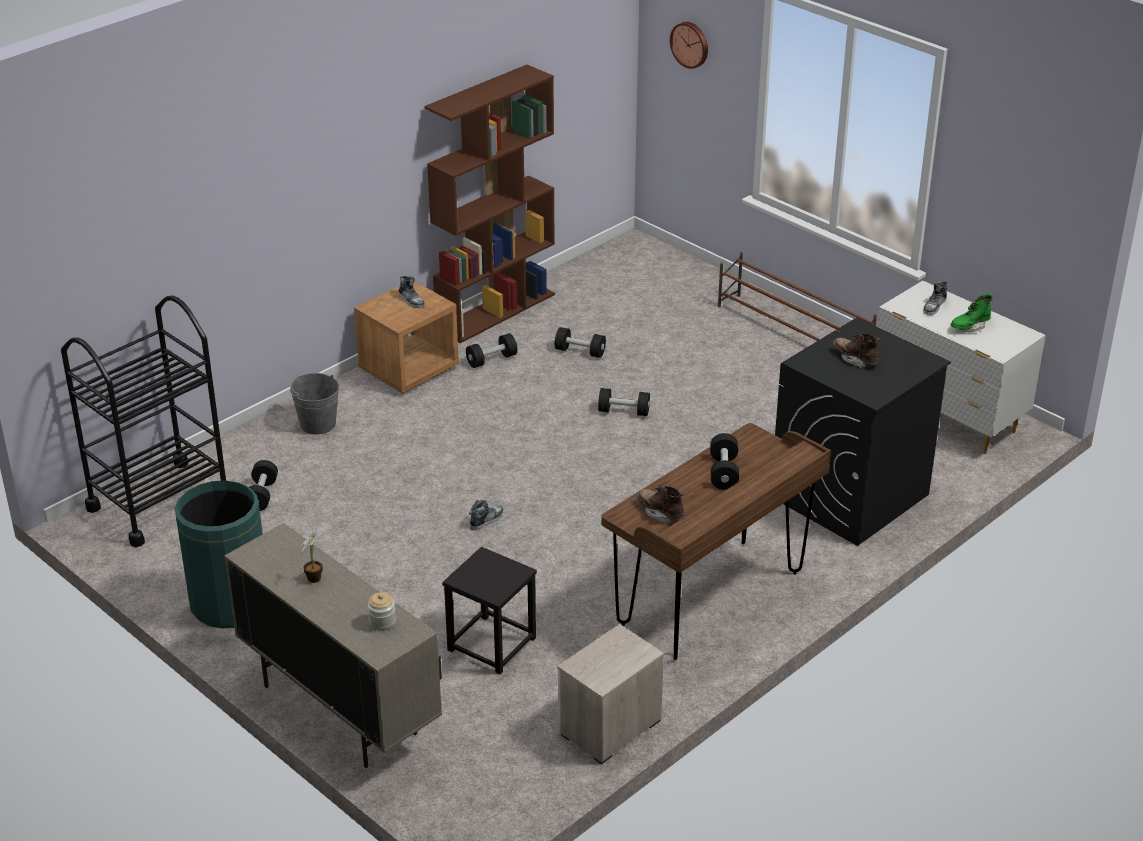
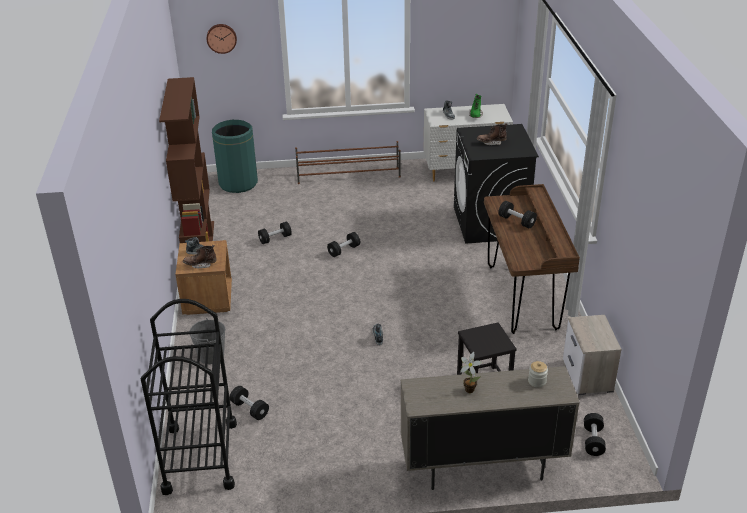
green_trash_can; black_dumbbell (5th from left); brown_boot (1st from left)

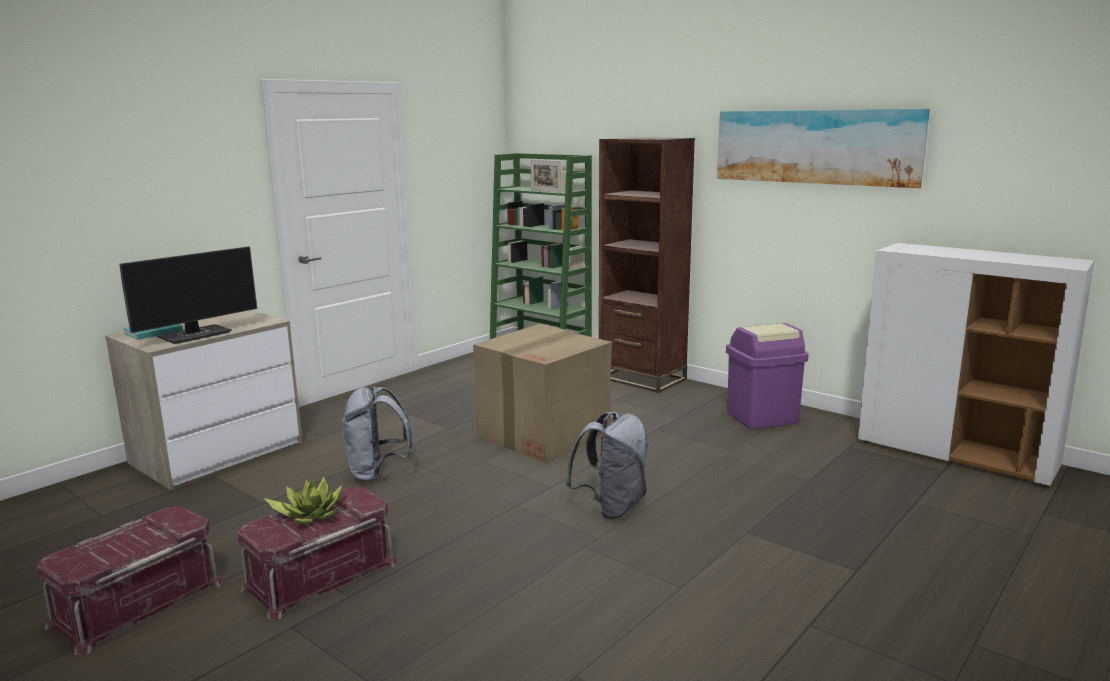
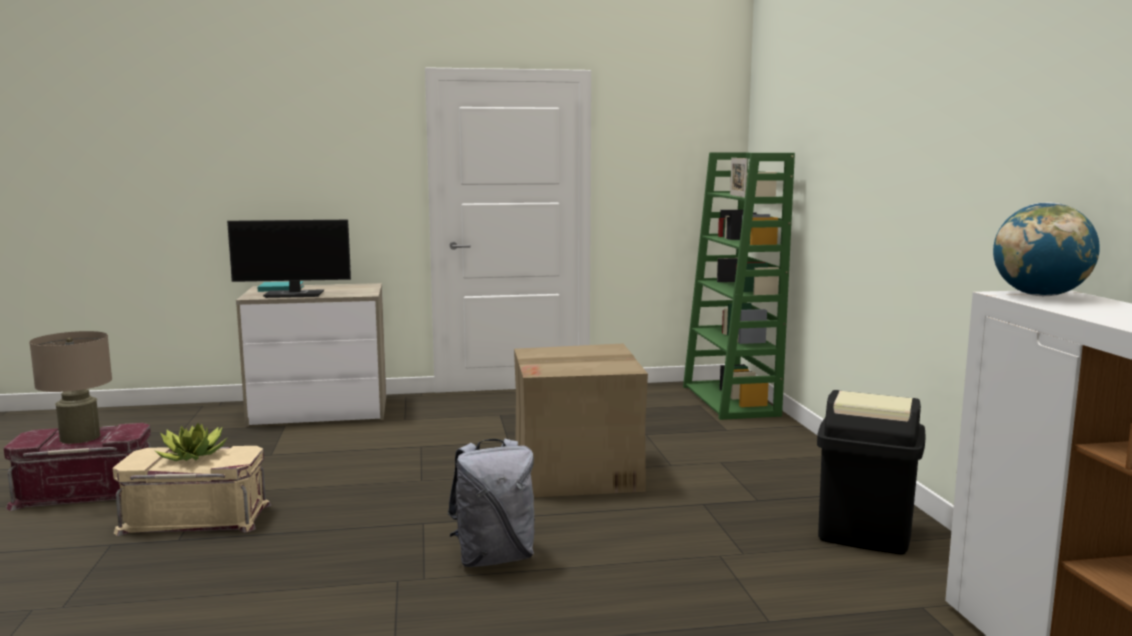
grey_backpack (1st from left in the first image); brown_bookcase; picture; beige_table_lamp; globe; beige_storage_box; black_trash_can

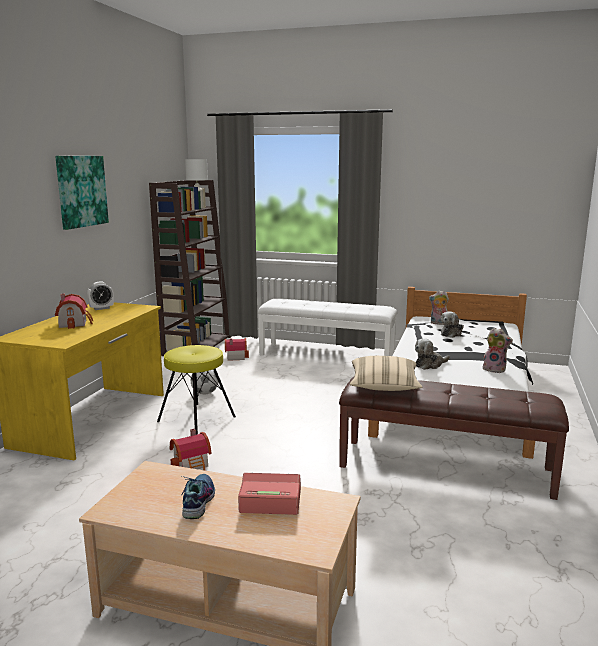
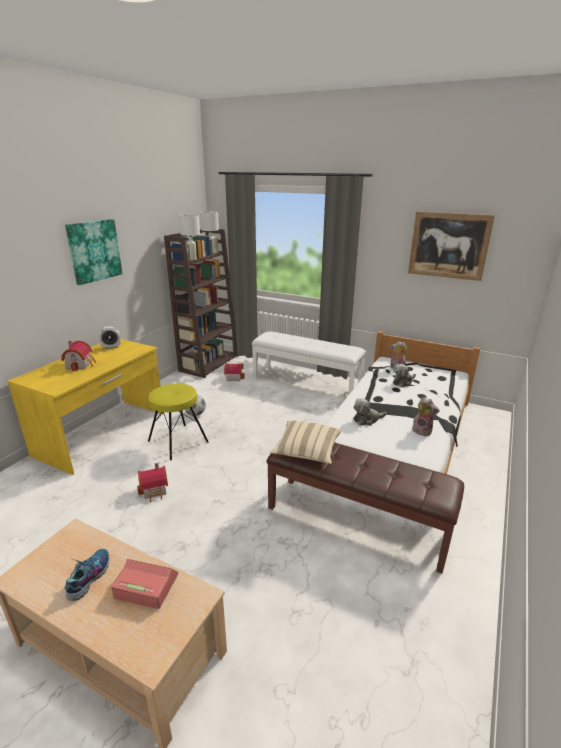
white_table_lamp (1st from left); picture (2nd from left)

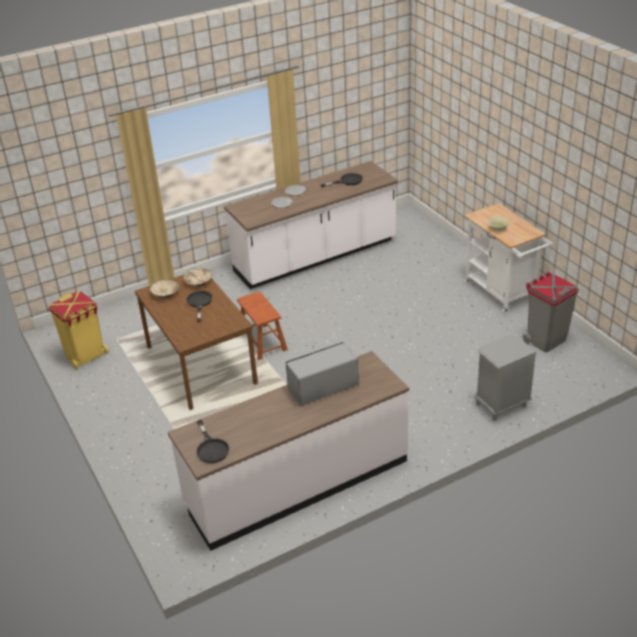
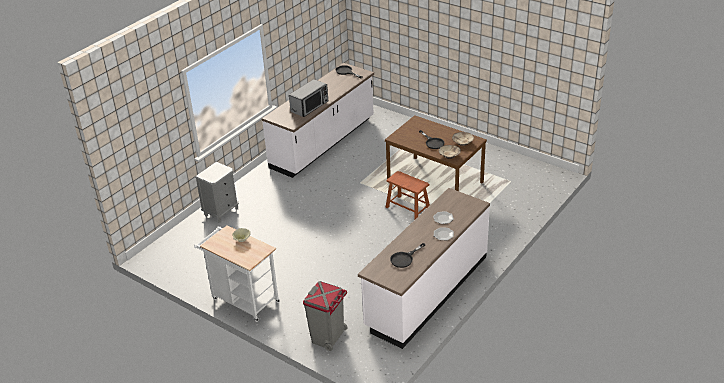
yellow_trash_can; grey_trash_can

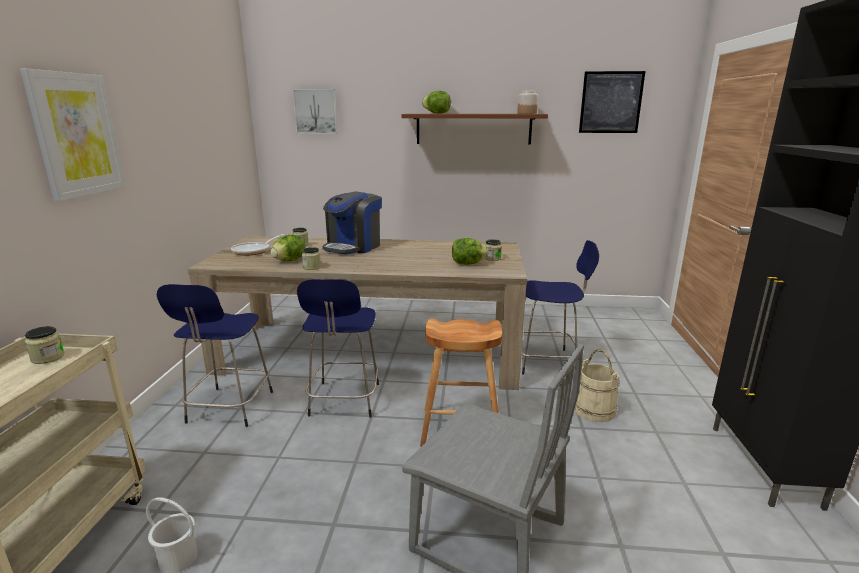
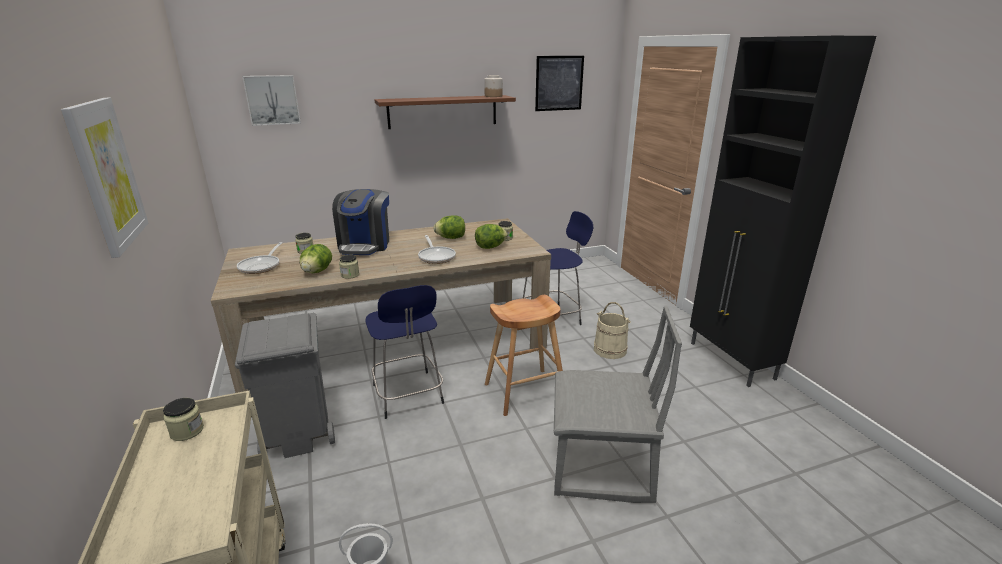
frying_pan (2nd from left); lettuce (2nd from left); grey_trash_can

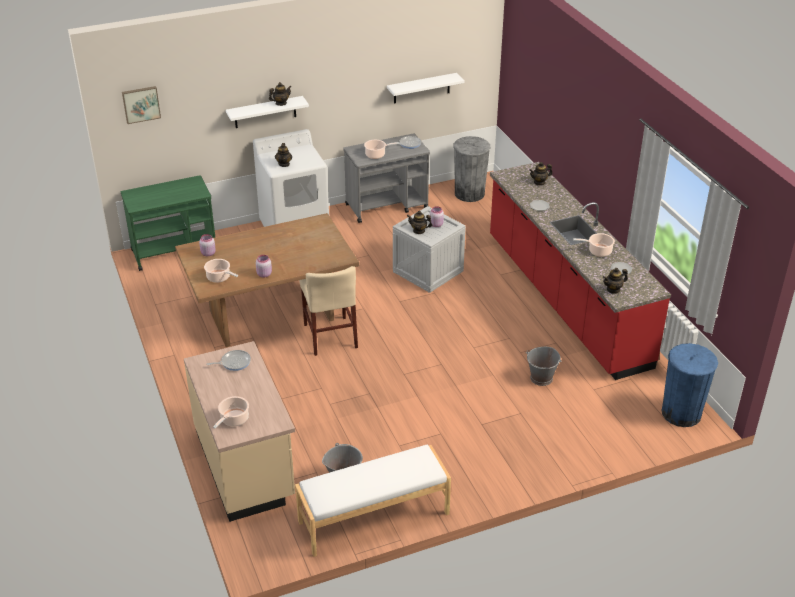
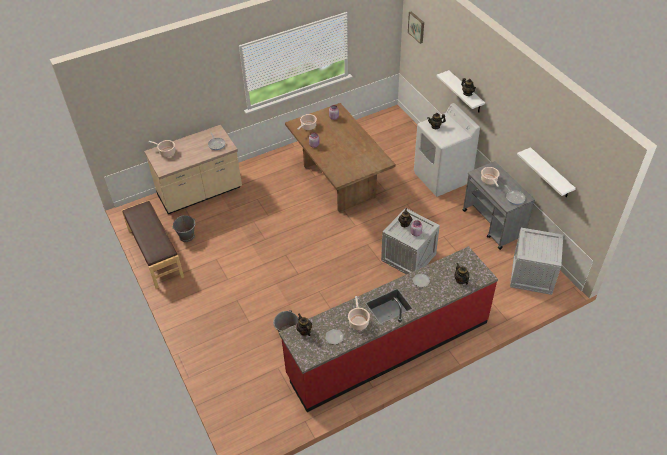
green_cart; beige_chair; blue_trash_can; crate (2nd from left); brown_bench

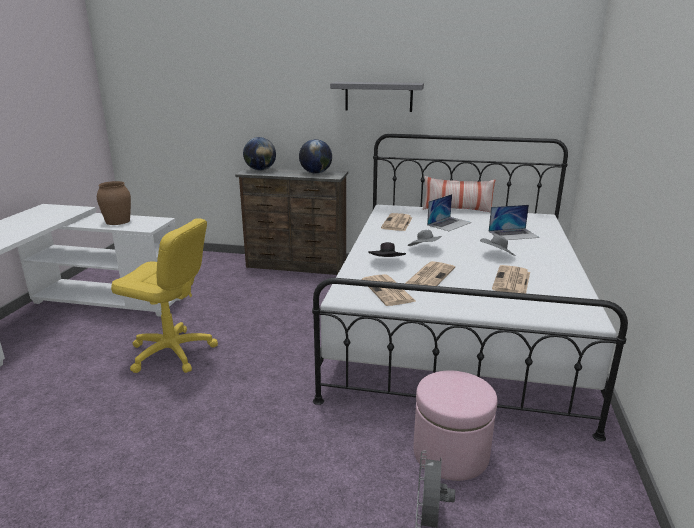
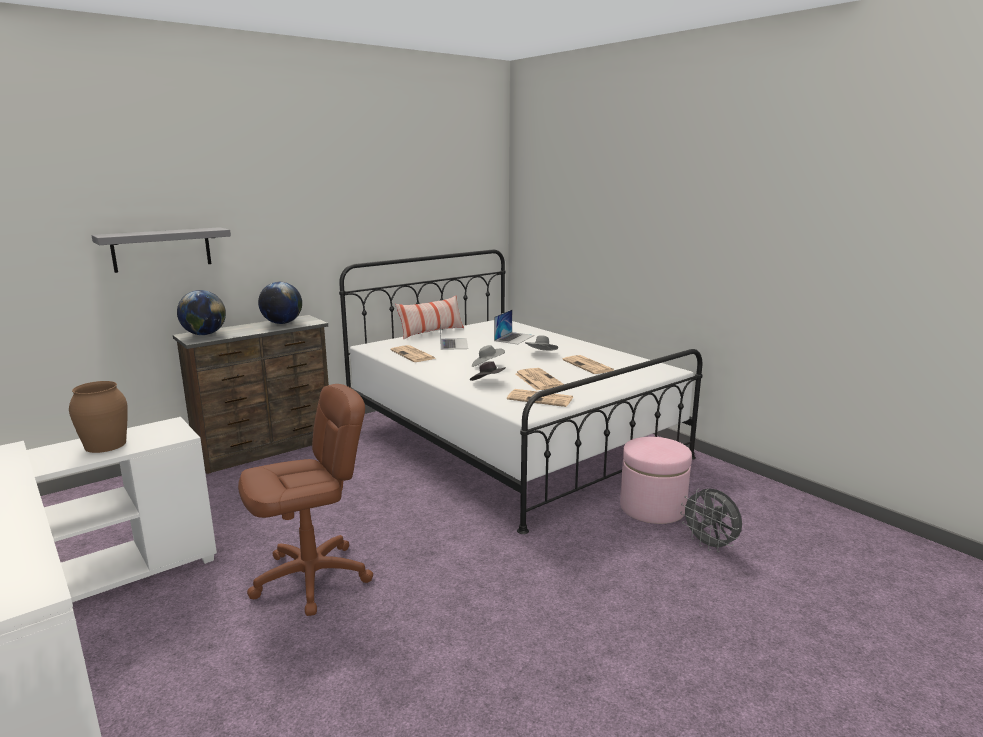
grey_shelf; brown_office_chair

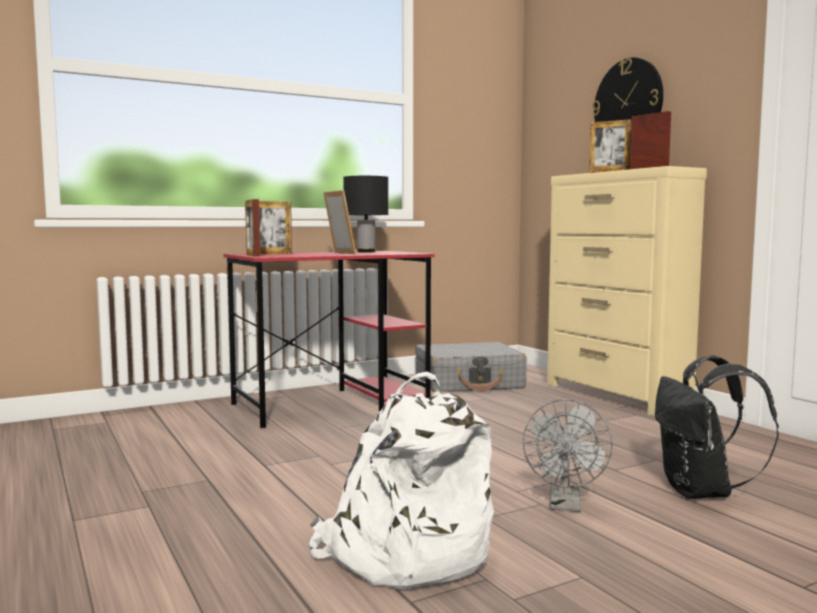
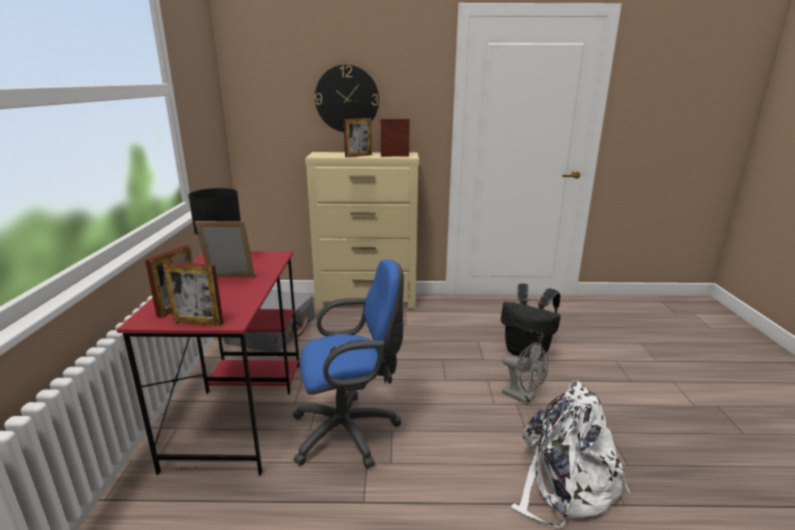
blue_office_chair

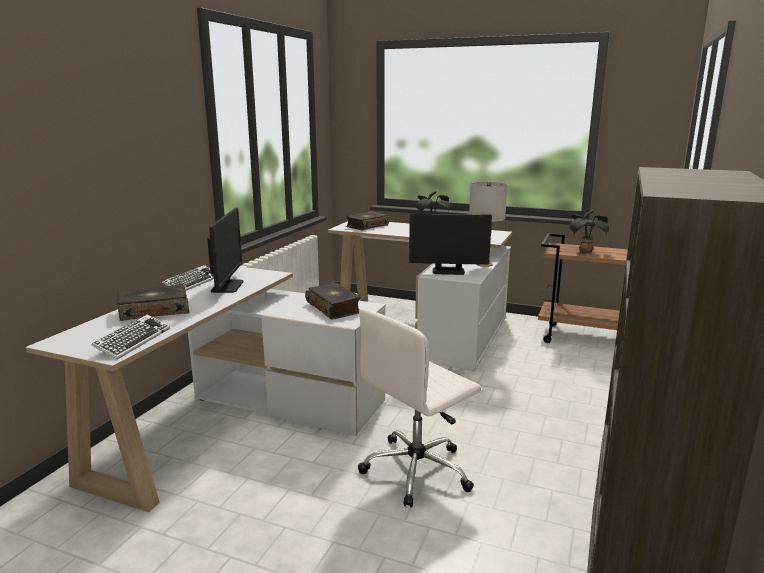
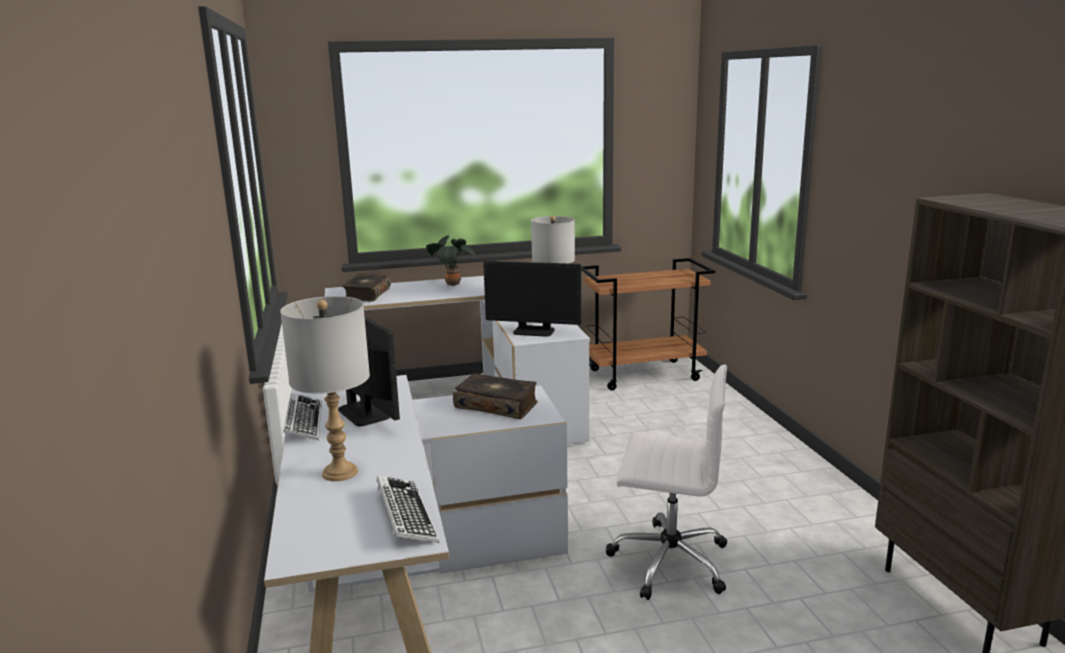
potted_plant (2nd from left in the first image); grey_table_lamp (1st from left); white_office_chair; monitor (2nd from left)

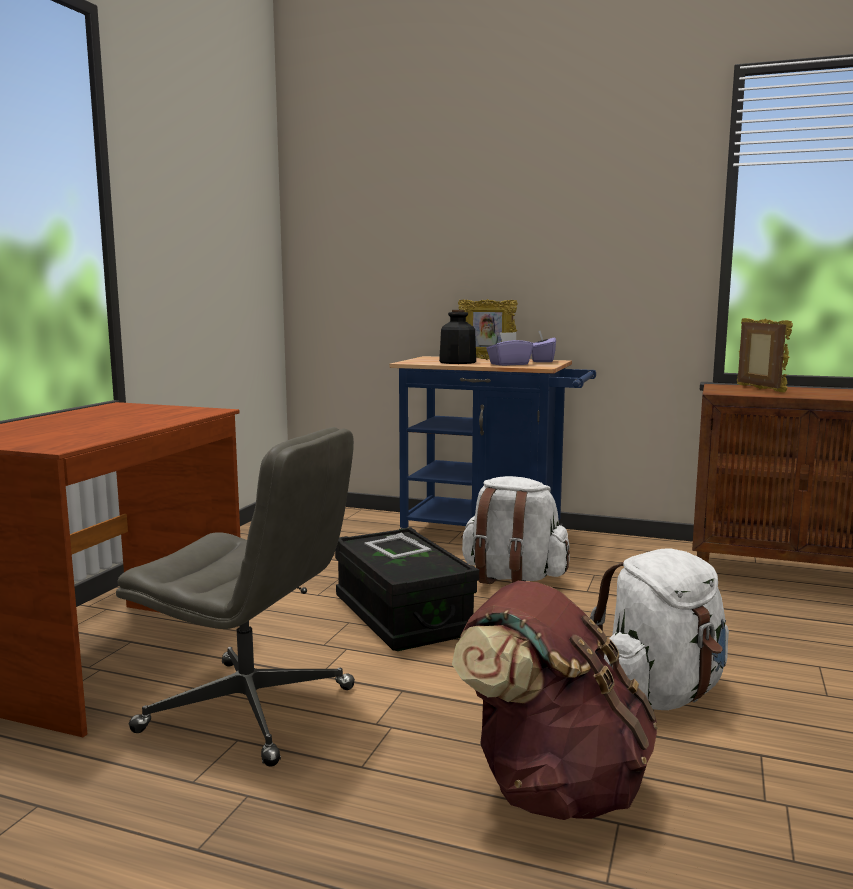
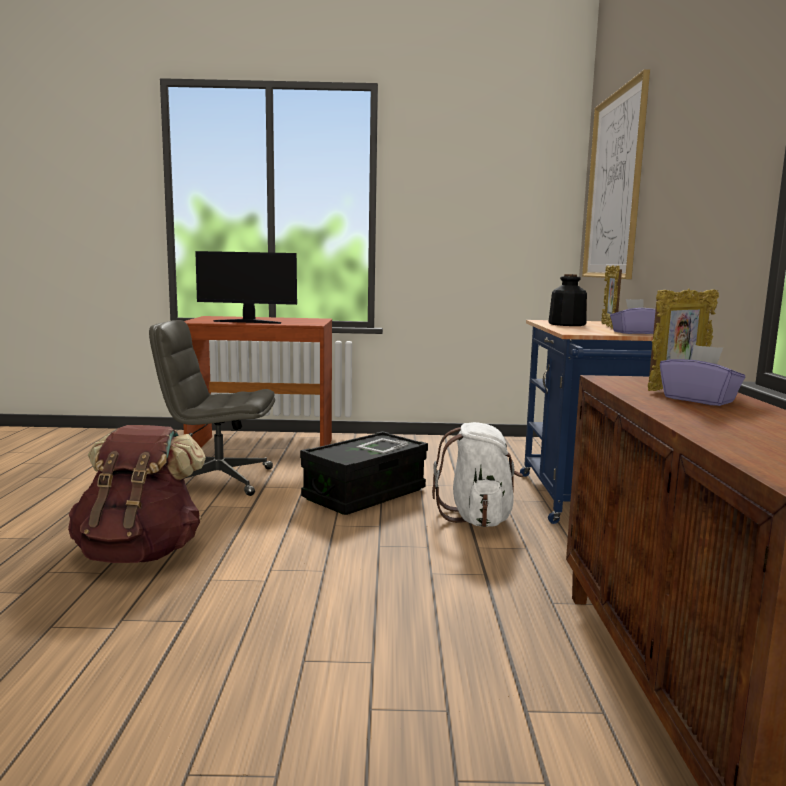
white_backpack (2nd from left in the first image); monitor; picture; purple_tissue_box (2nd from left); grey_office_chair

